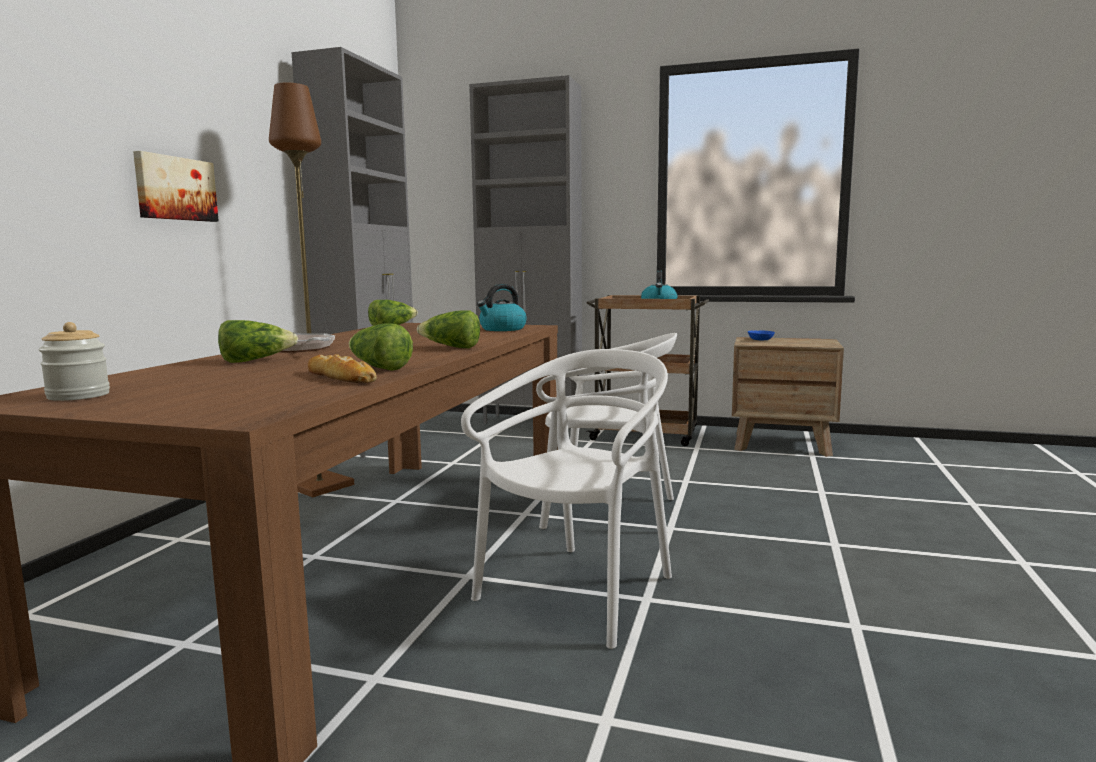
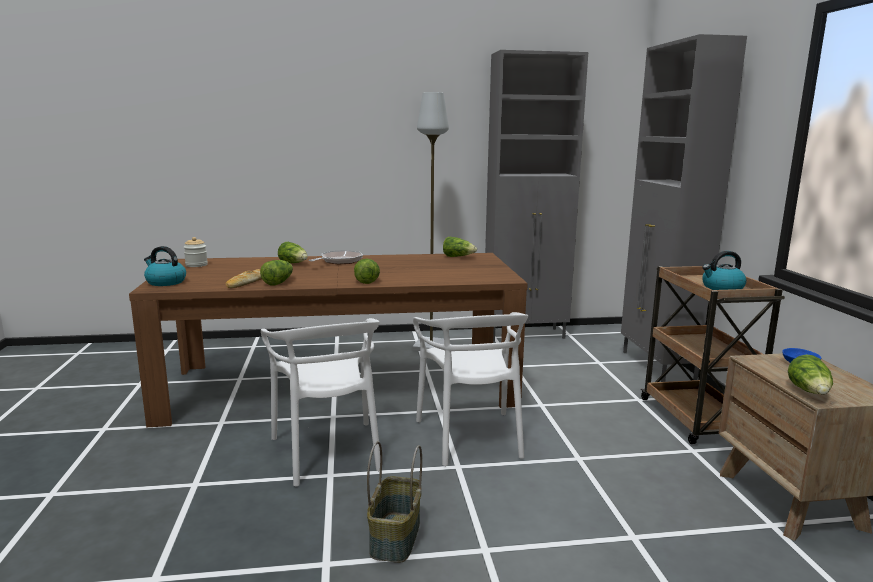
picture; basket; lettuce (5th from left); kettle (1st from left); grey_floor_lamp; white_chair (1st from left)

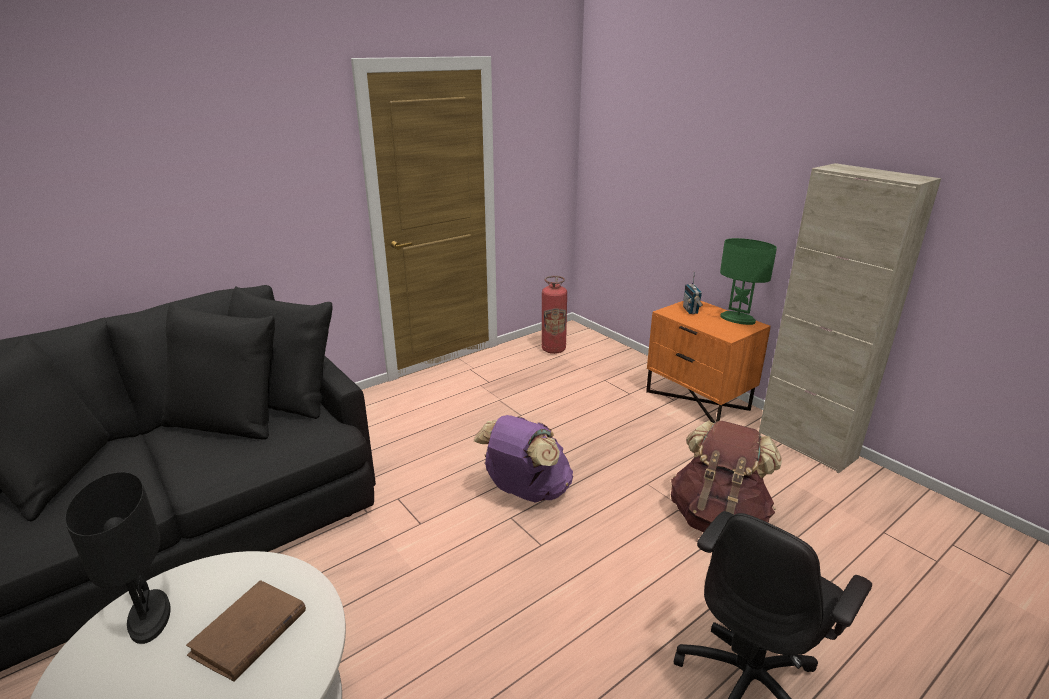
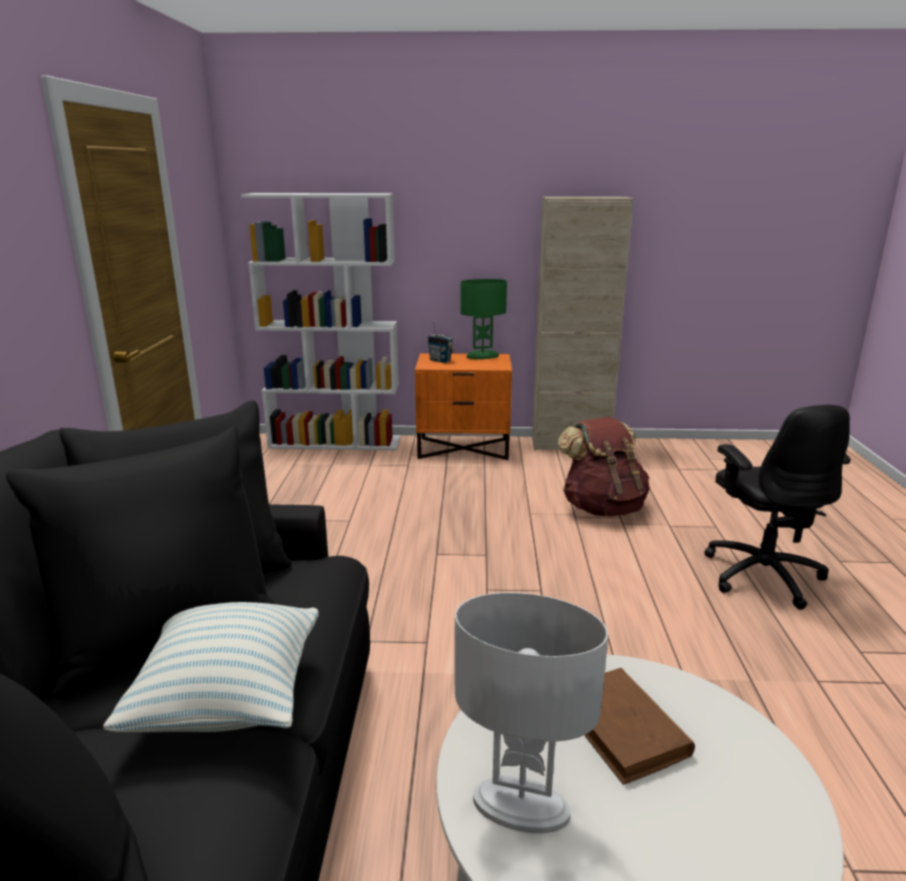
purple_backpack; fire_extinguisher; pillow; white_bookcase; white_table_lamp

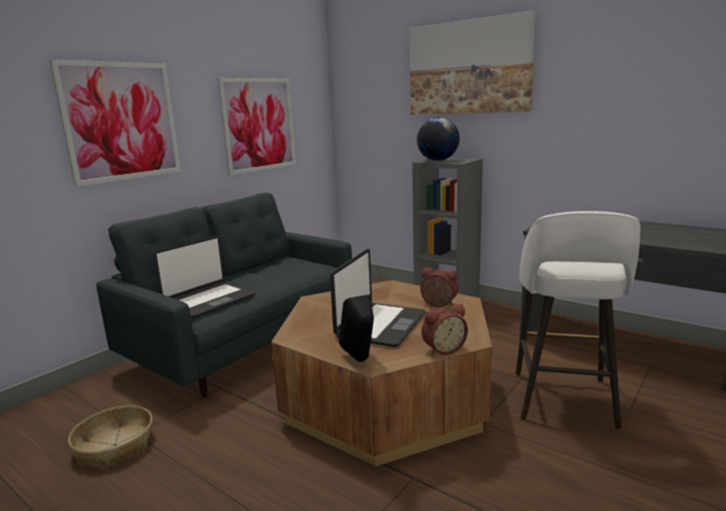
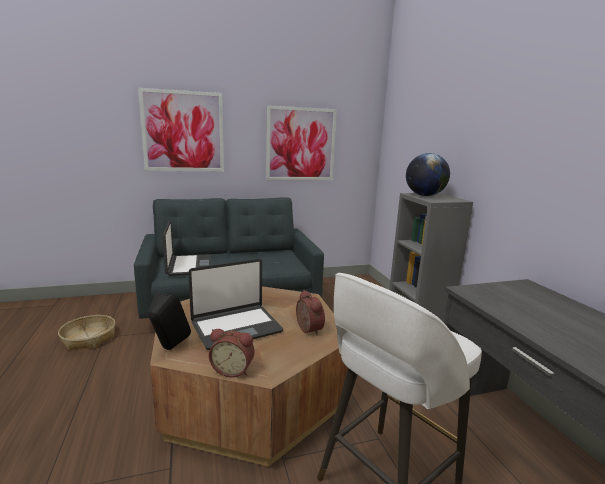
picture (3rd from left in the first image); laptop (1st from left)

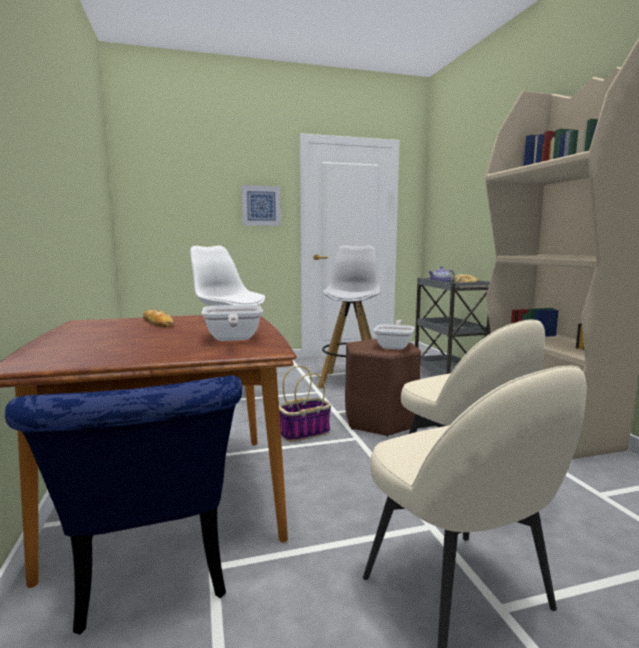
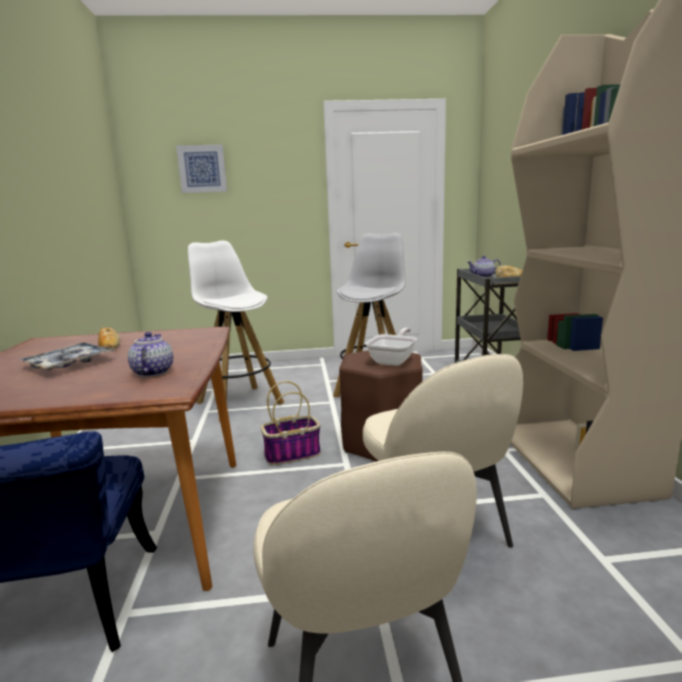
tray; picture; teapot (1st from left)

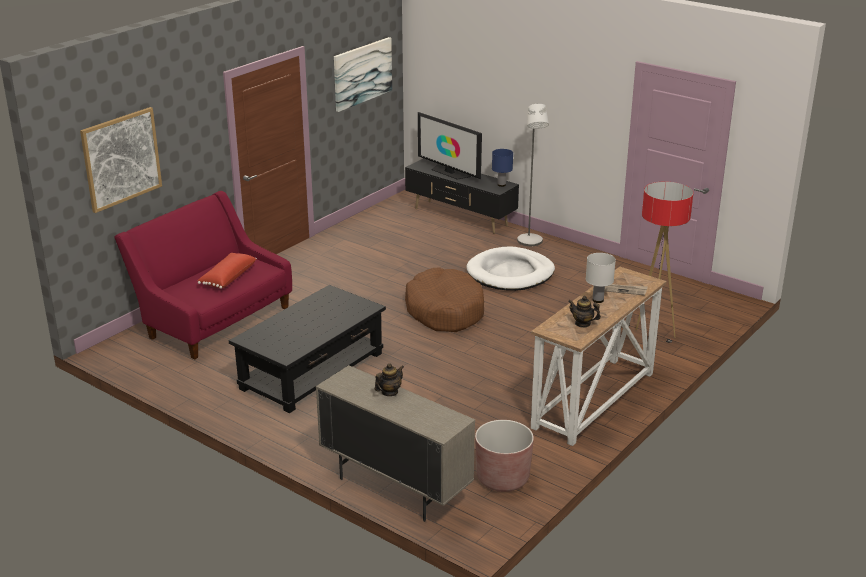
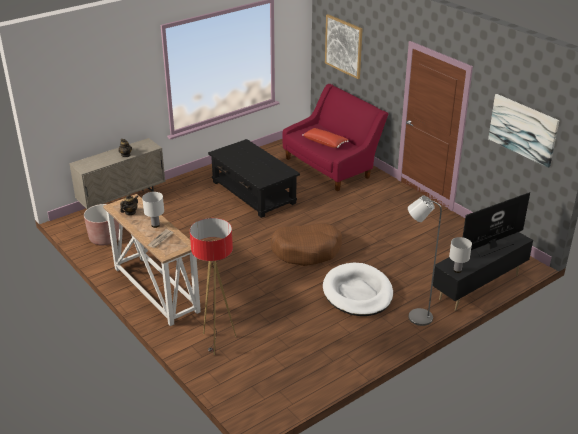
white_table_lamp (2nd from left)

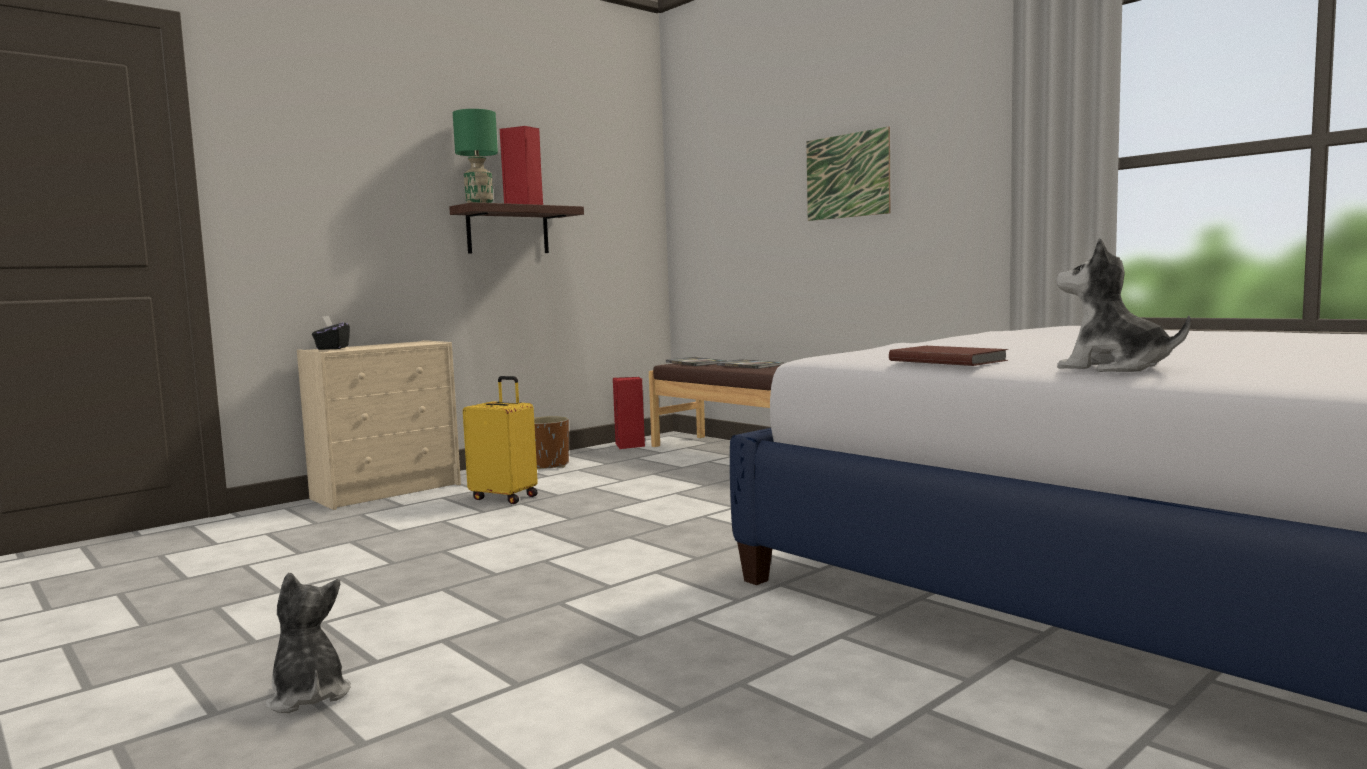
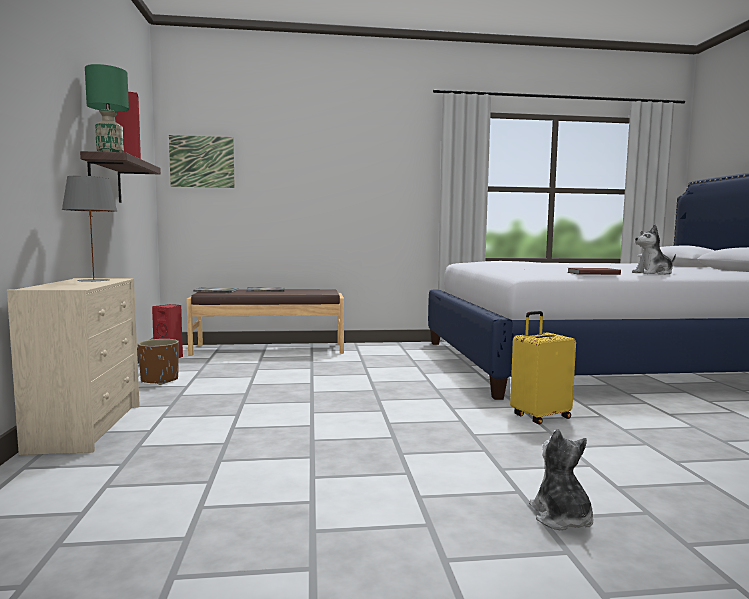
black_tissue_box; grey_table_lamp; yellow_suitcase; picture; plush_toy (1st from left)

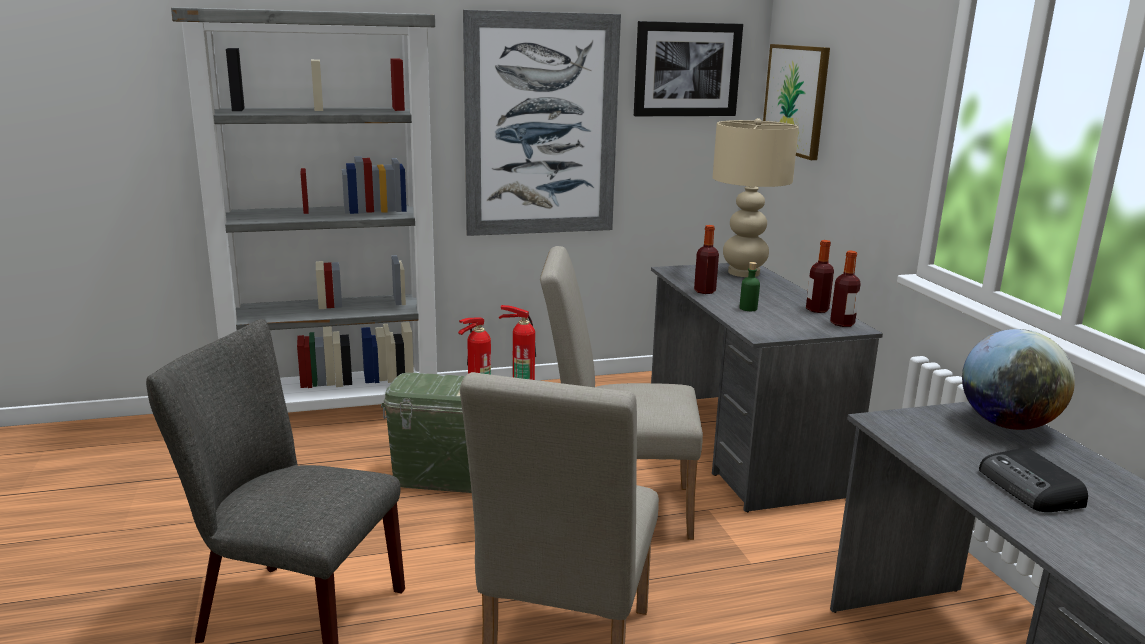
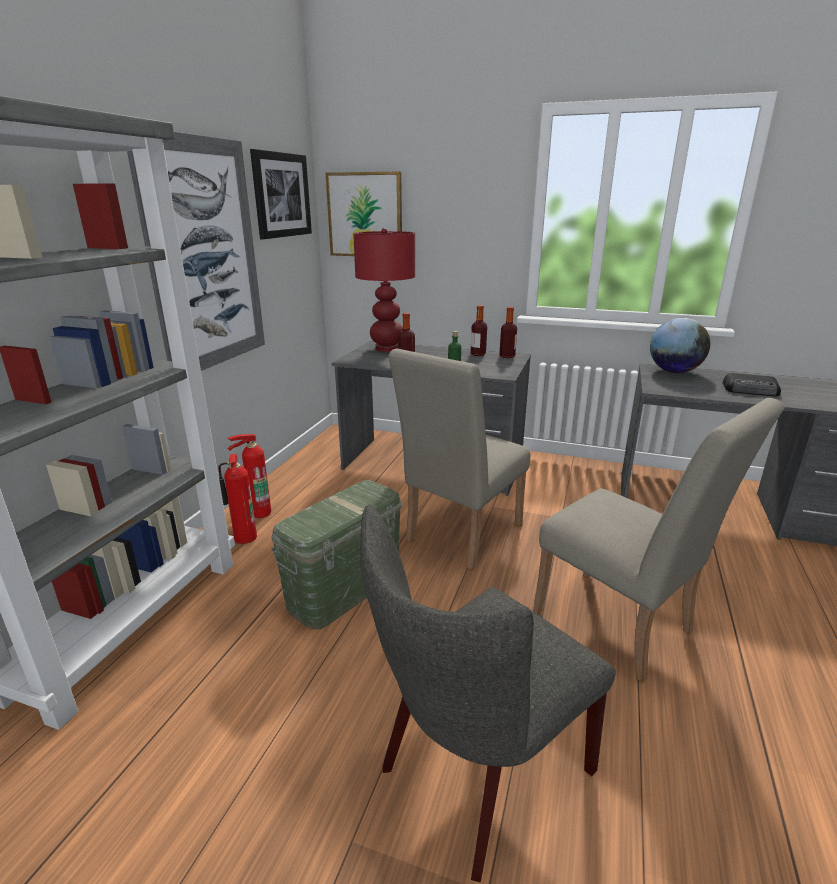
red_table_lamp

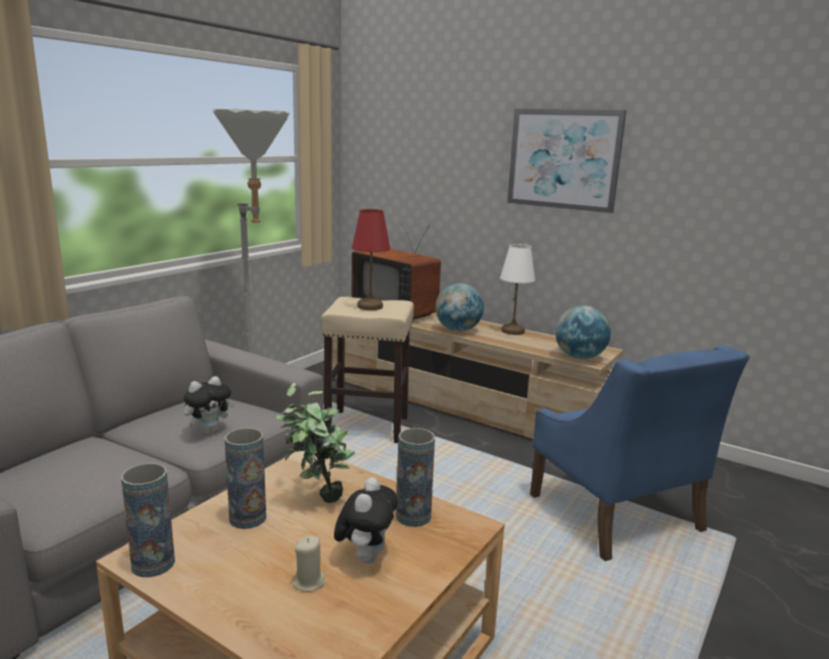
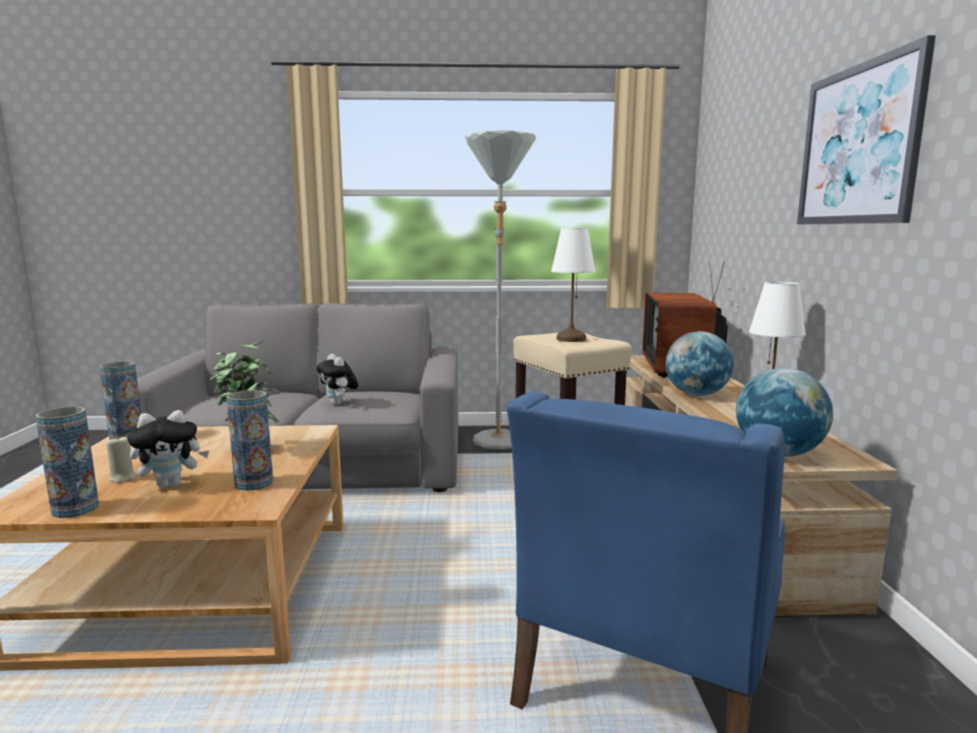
vase (1st from left); white_table_lamp (1st from left); plush_toy (2nd from left)

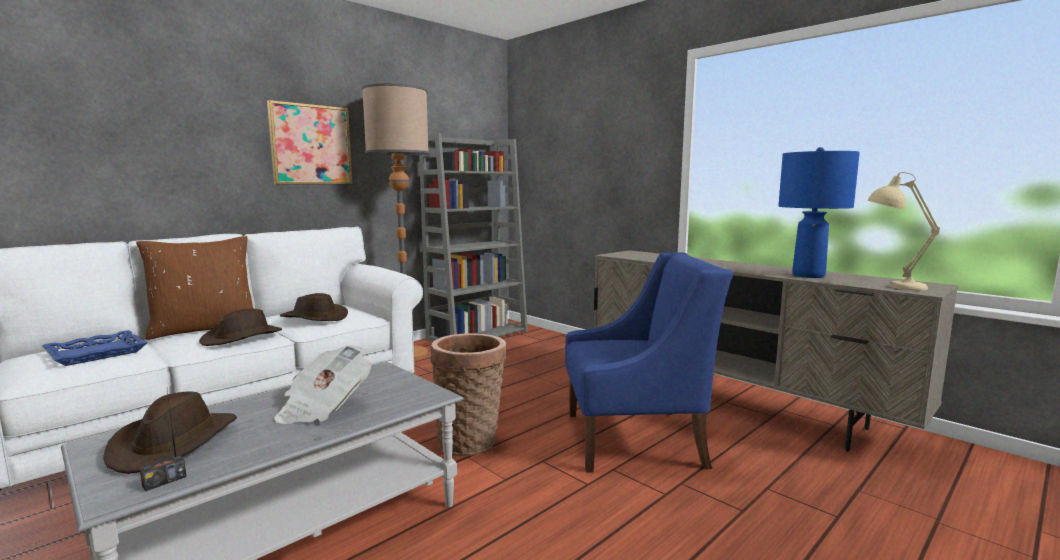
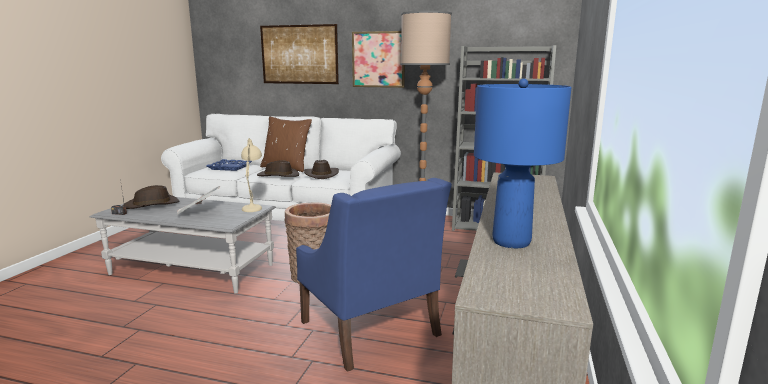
picture (1st from left); beige_table_lamp

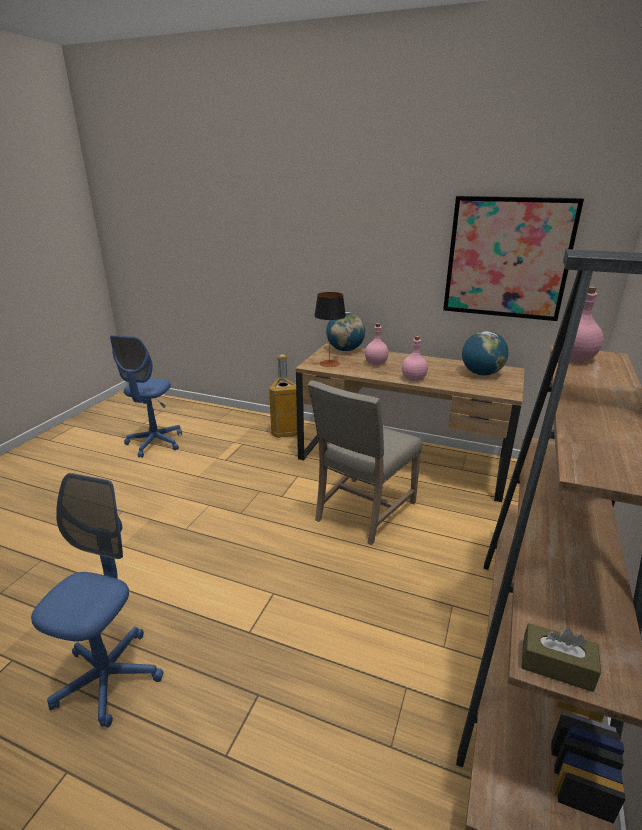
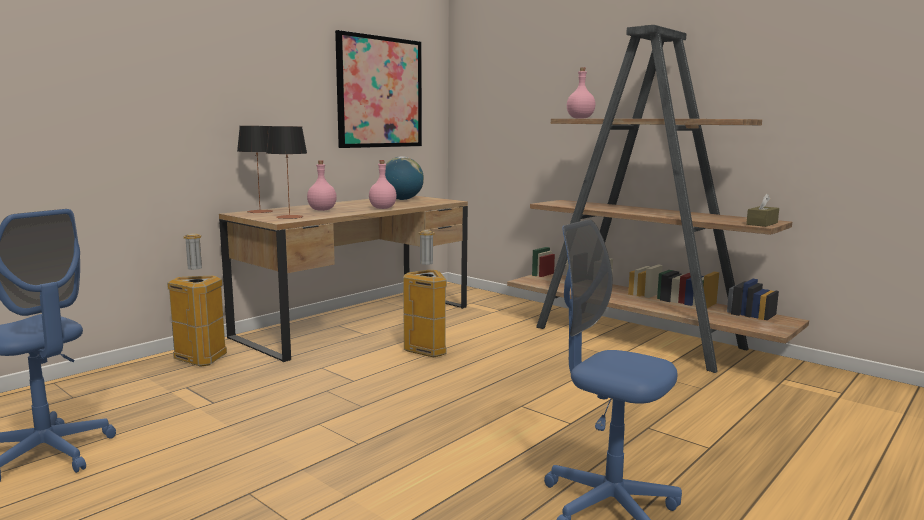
trash_can (2nd from left); table_lamp (1st from left)

